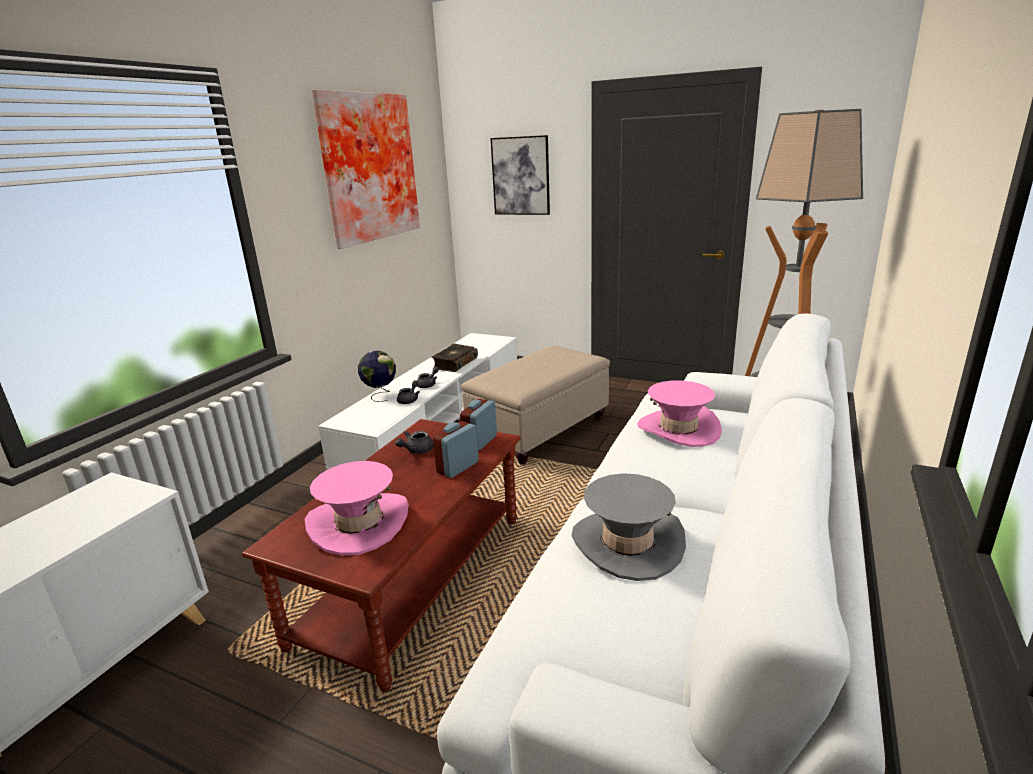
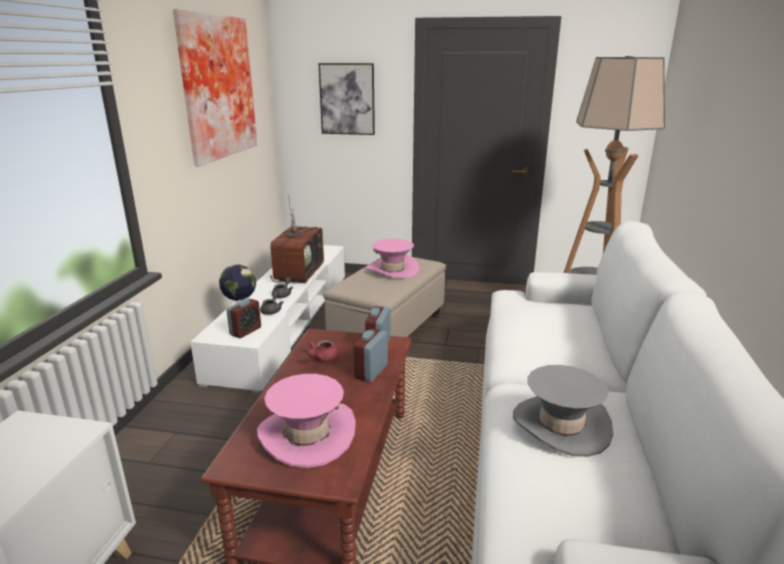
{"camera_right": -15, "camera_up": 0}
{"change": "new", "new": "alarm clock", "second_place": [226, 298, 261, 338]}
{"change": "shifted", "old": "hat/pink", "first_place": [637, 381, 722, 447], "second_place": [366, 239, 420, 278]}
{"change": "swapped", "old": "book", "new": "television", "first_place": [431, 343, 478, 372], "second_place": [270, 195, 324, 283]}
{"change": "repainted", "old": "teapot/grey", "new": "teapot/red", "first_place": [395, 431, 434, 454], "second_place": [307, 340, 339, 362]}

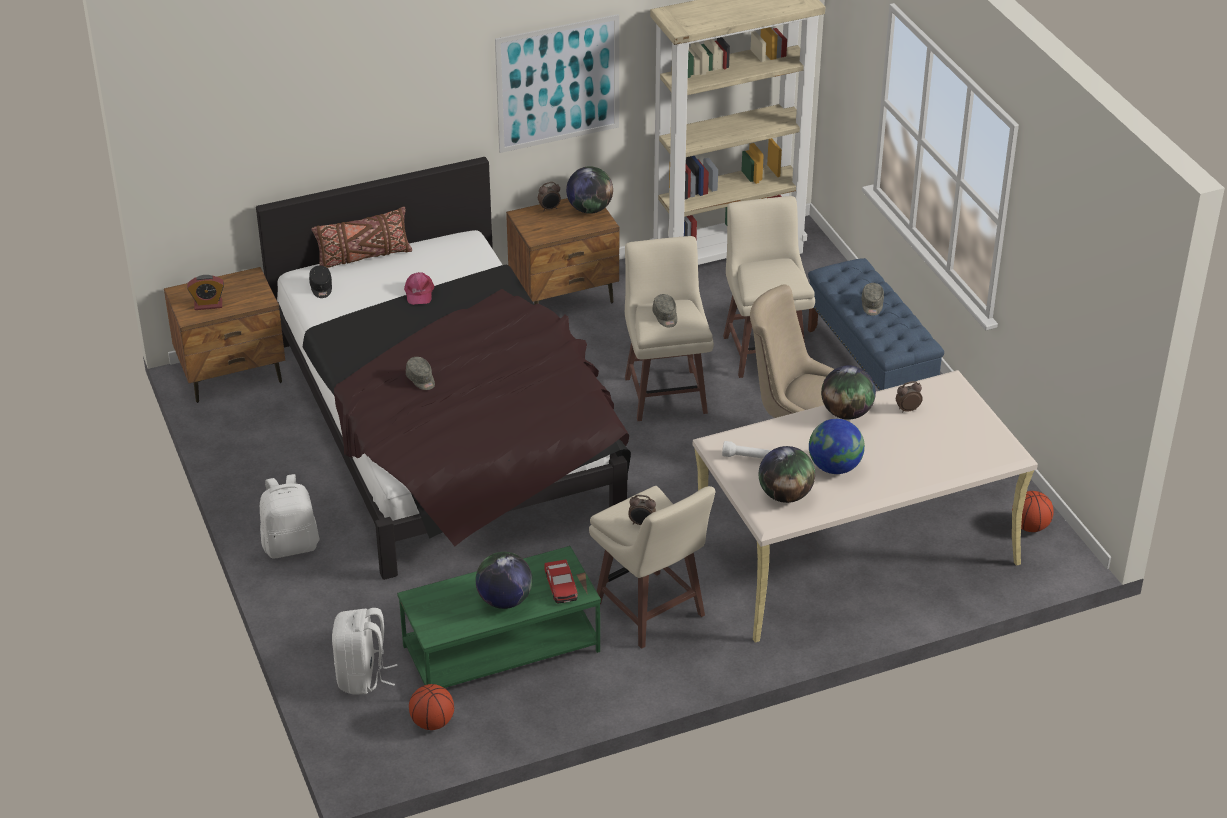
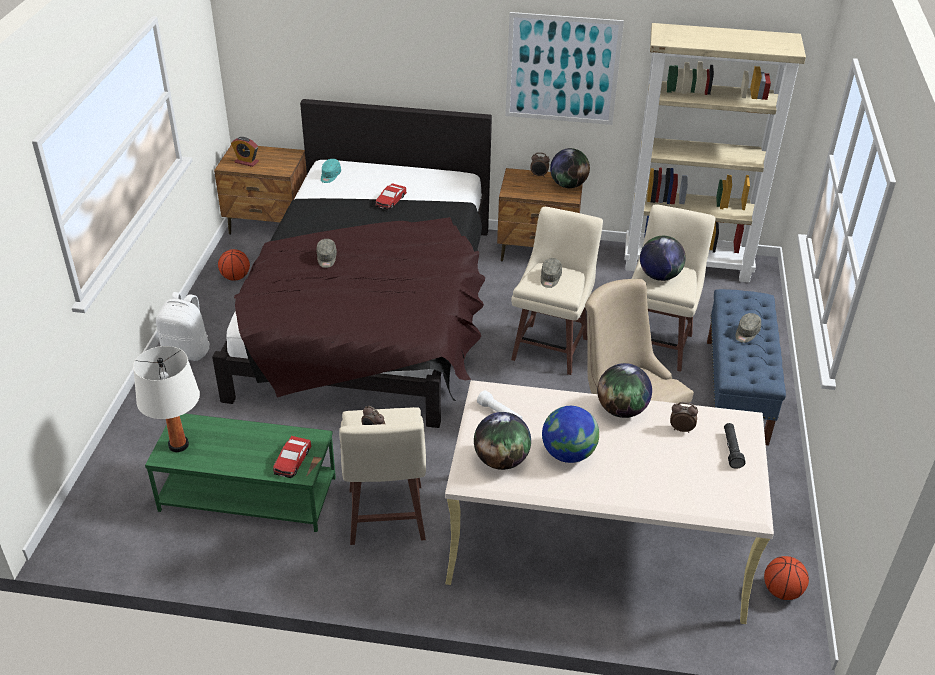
{"camera_right": 30, "camera_up": 0}
{"change": "gone", "old": "pillow/brown", "first_place": [311, 207, 412, 268]}
{"change": "gone", "old": "backpack/white", "first_place": [332, 608, 397, 695]}
{"change": "new", "new": "table lamp/white", "second_place": [133, 346, 200, 452]}
{"change": "new", "new": "flashlight/black", "second_place": [724, 423, 746, 469]}
{"change": "shifted", "old": "basketball", "first_place": [409, 684, 454, 730], "second_place": [218, 249, 250, 281]}
{"change": "shifted", "old": "globe", "first_place": [476, 552, 532, 609], "second_place": [640, 236, 686, 281]}
{"change": "swapped", "old": "cap/pink", "new": "toy car", "first_place": [404, 272, 435, 305], "second_place": [376, 183, 407, 210]}
{"change": "repainted", "old": "cap/black", "new": "cap/turquoise", "first_place": [309, 266, 332, 298], "second_place": [321, 159, 341, 183]}

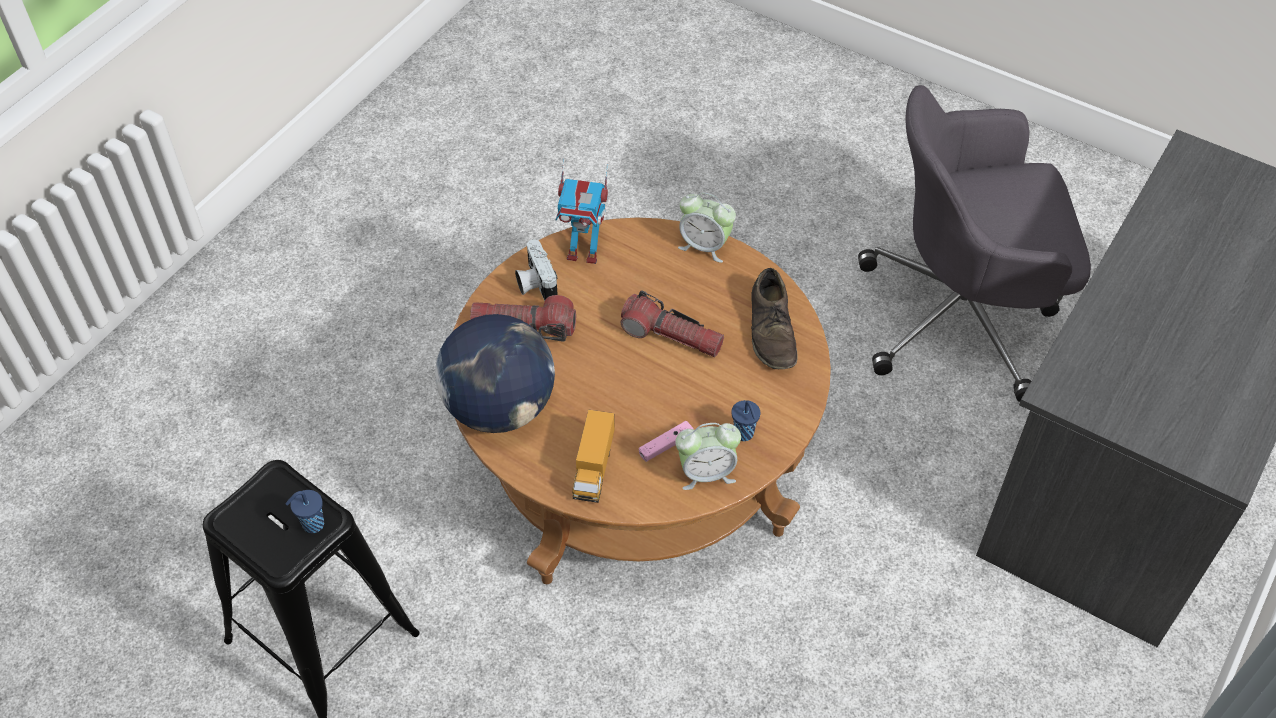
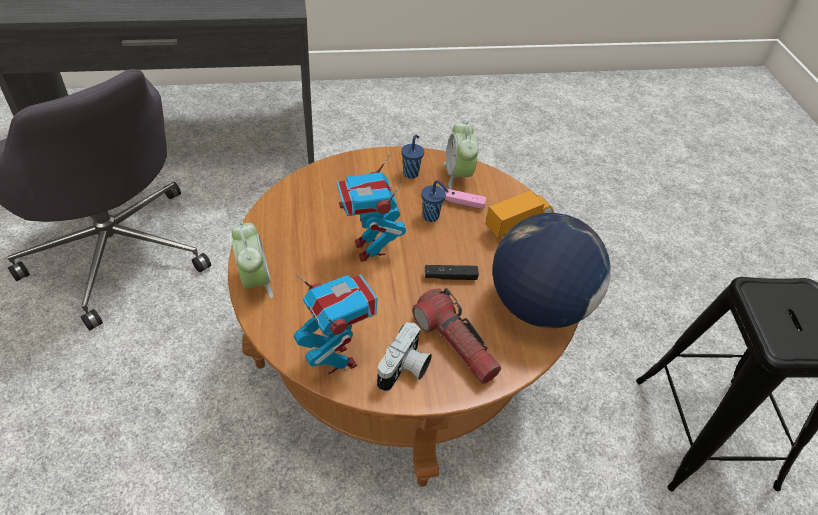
{"camera_right": -135, "camera_up": -5}
{"change": "gone", "old": "shoe/brown", "first_place": [751, 268, 798, 369]}
{"change": "new", "new": "game controller/black", "second_place": [425, 265, 479, 280]}
{"change": "shifted", "old": "cup/blue", "first_place": [286, 490, 324, 533], "second_place": [421, 180, 448, 222]}
{"change": "swapped", "old": "flashlight", "new": "toy robot", "first_place": [620, 291, 724, 357], "second_place": [336, 153, 406, 262]}
{"change": "rotated", "old": "alarm clock", "first_place": [675, 423, 741, 490], "second_place": [444, 121, 478, 189], "degrees": -135}

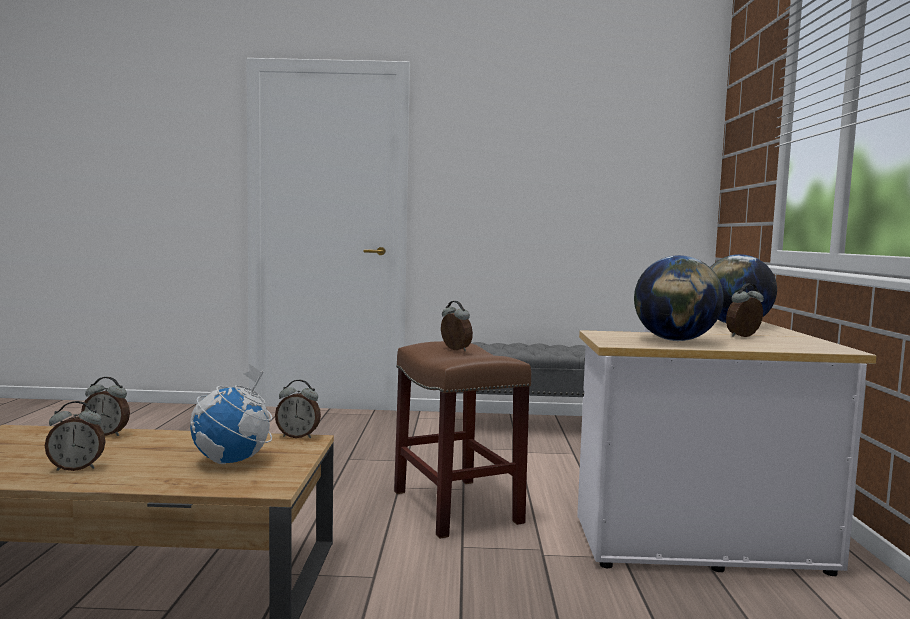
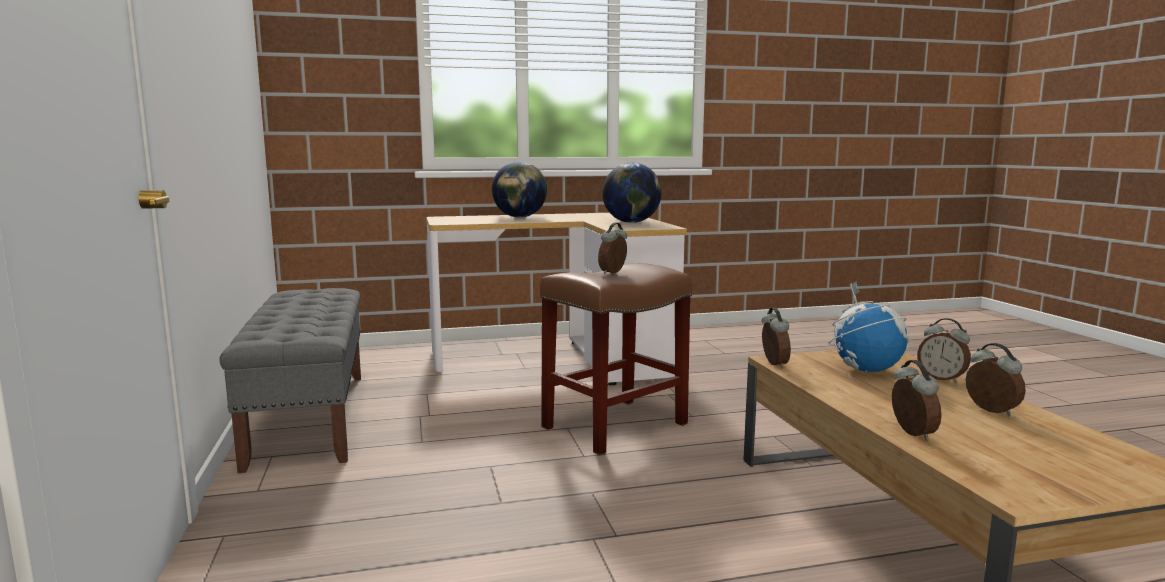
{"camera_right": -105, "camera_up": 5}
{"change": "shifted", "old": "alarm clock", "first_place": [726, 283, 764, 337], "second_place": [917, 318, 971, 383]}

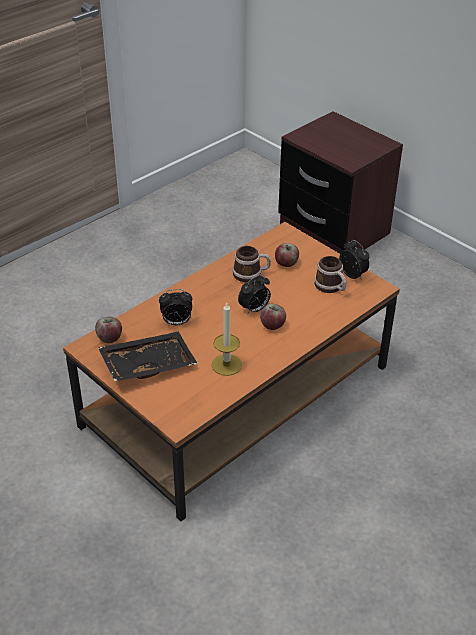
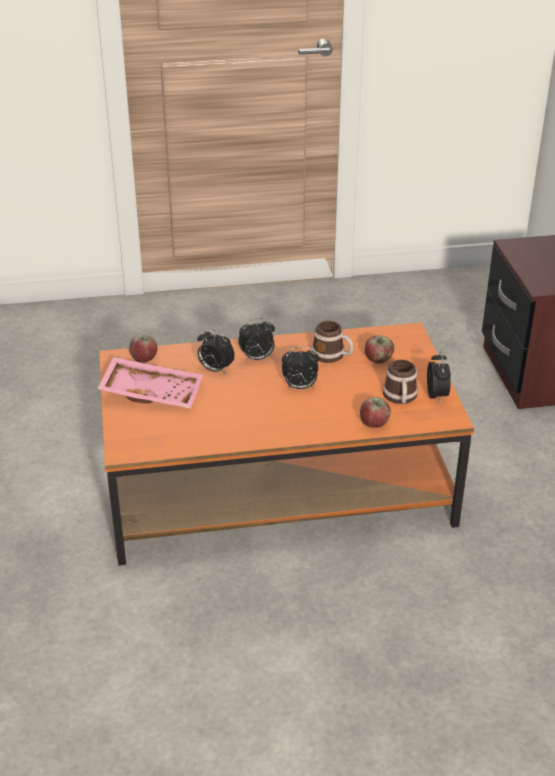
{"camera_right": 35, "camera_up": -5}
{"change": "gone", "old": "candle", "first_place": [212, 303, 242, 376]}
{"change": "new", "new": "alarm clock", "second_place": [239, 318, 275, 360]}
{"change": "shifted", "old": "apple", "first_place": [260, 304, 286, 330], "second_place": [360, 397, 391, 428]}
{"change": "repainted", "old": "tray/black", "new": "tray/pink", "first_place": [98, 331, 198, 381], "second_place": [97, 357, 203, 409]}

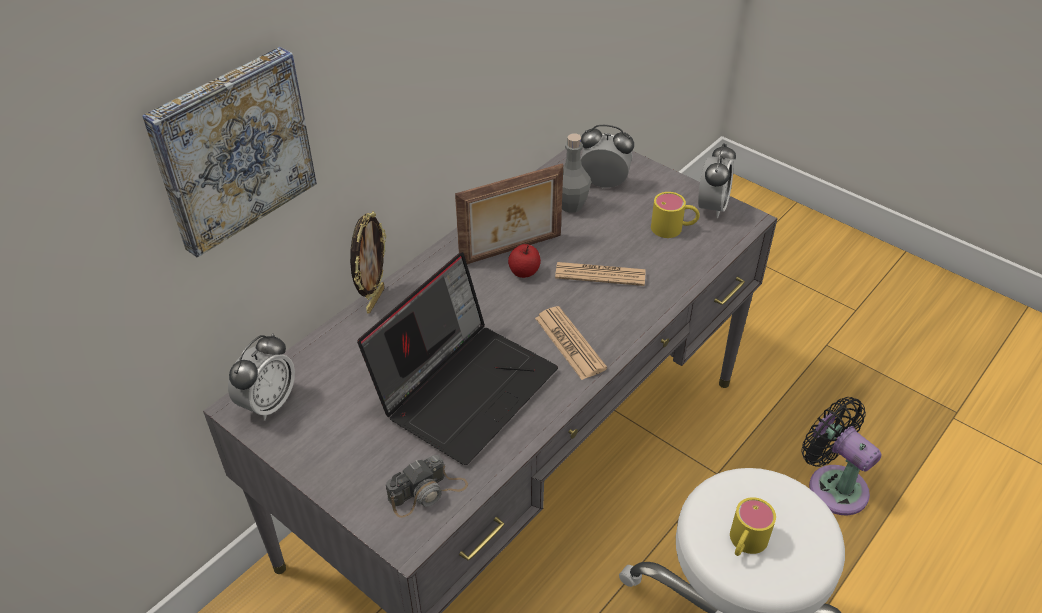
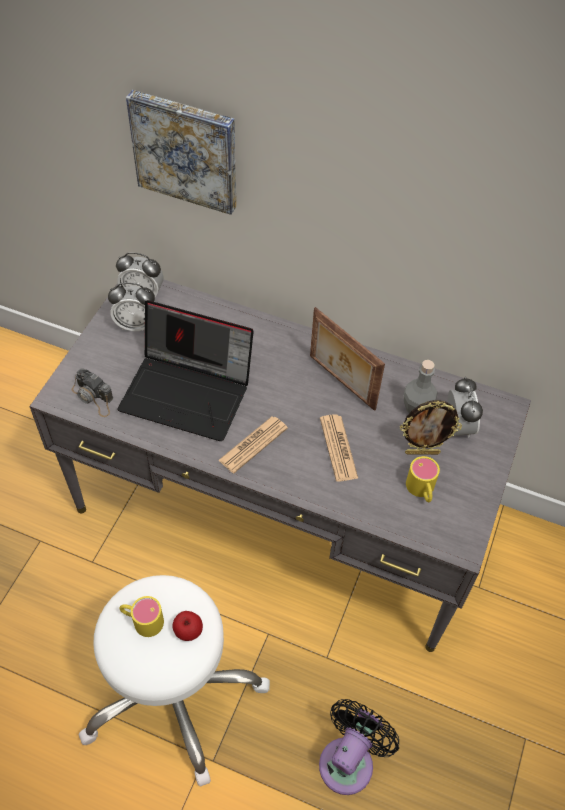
{"camera_right": 70, "camera_up": 10}
{"change": "shifted", "old": "picture frame", "first_place": [350, 211, 386, 313], "second_place": [400, 400, 462, 455]}
{"change": "shifted", "old": "apple", "first_place": [508, 244, 541, 278], "second_place": [172, 611, 203, 641]}
{"change": "shifted", "old": "alarm clock", "first_place": [698, 143, 736, 218], "second_place": [108, 283, 156, 331]}

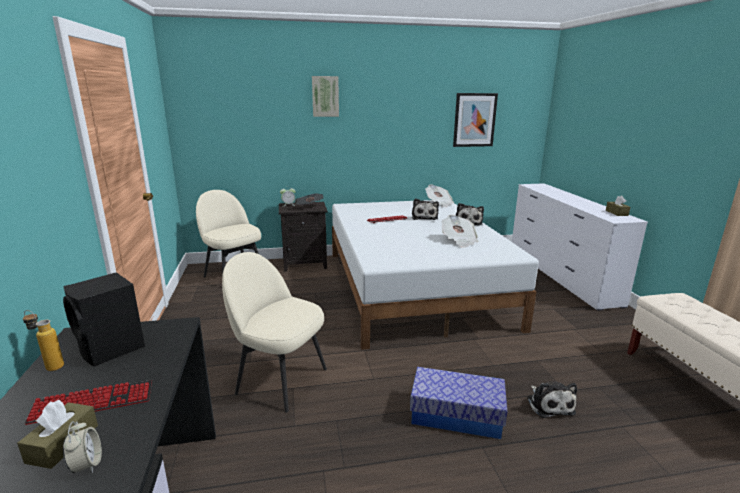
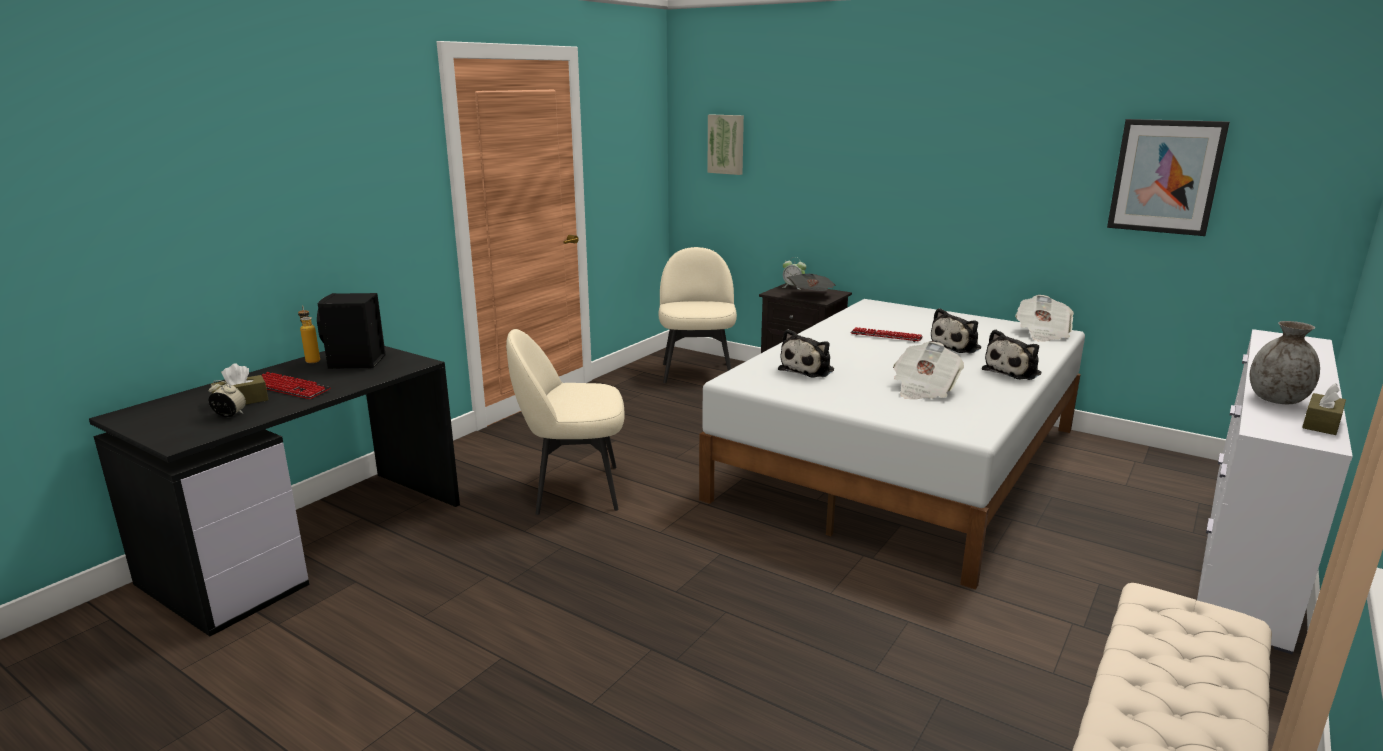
{"camera_right": 45, "camera_up": 0}
{"change": "gone", "old": "storage box", "first_place": [410, 367, 507, 439]}
{"change": "new", "new": "vase/grey", "second_place": [1250, 321, 1320, 404]}
{"change": "shifted", "old": "picture", "first_place": [312, 76, 339, 117], "second_place": [707, 115, 744, 175]}
{"change": "shifted", "old": "plush toy", "first_place": [527, 382, 577, 418], "second_place": [778, 329, 834, 378]}
{"change": "rotated", "old": "alarm clock", "first_place": [63, 421, 102, 473], "second_place": [209, 380, 246, 417], "degrees": -105}
{"change": "rotated", "old": "chair/beige", "first_place": [222, 252, 327, 413], "second_place": [506, 329, 625, 515], "degrees": -75}

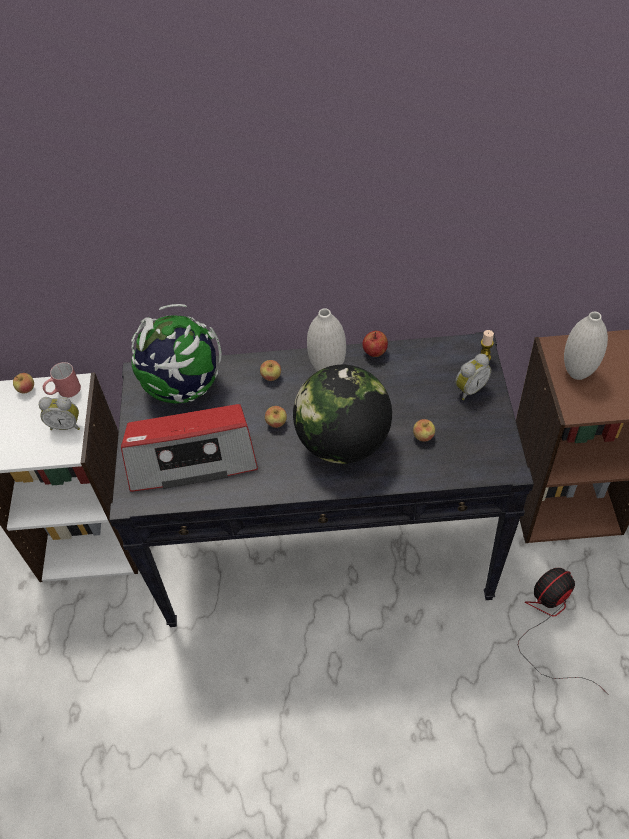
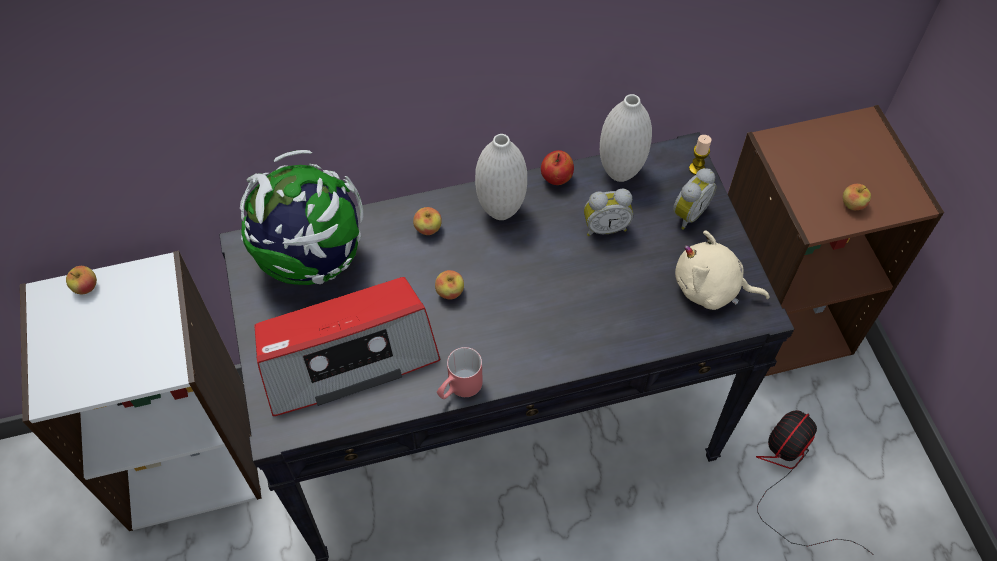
{"camera_right": -15, "camera_up": 5}
{"change": "gone", "old": "globe", "first_place": [293, 365, 392, 464]}
{"change": "new", "new": "plush toy/beige", "second_place": [675, 230, 770, 310]}
{"change": "shifted", "old": "alarm clock", "first_place": [39, 397, 80, 430], "second_place": [584, 189, 633, 236]}
{"change": "shifted", "old": "mug/red", "first_place": [43, 362, 81, 398], "second_place": [437, 347, 483, 399]}
{"change": "shifted", "old": "apple", "first_place": [413, 419, 435, 441], "second_place": [843, 184, 871, 210]}
{"change": "shifted", "old": "vase/white", "first_place": [564, 312, 608, 380], "second_place": [600, 94, 652, 182]}

